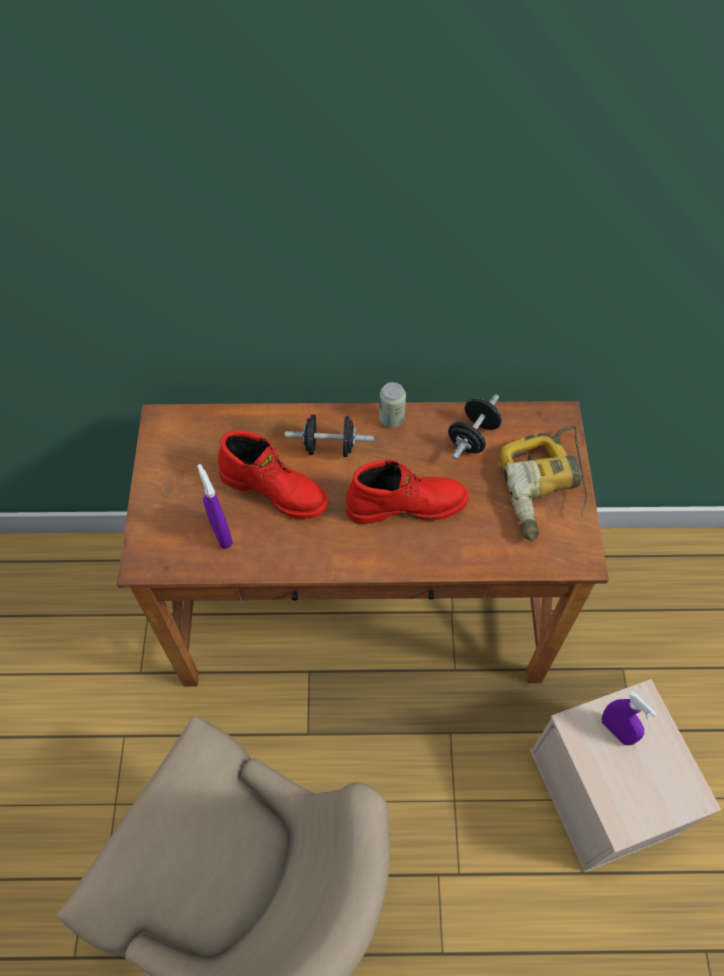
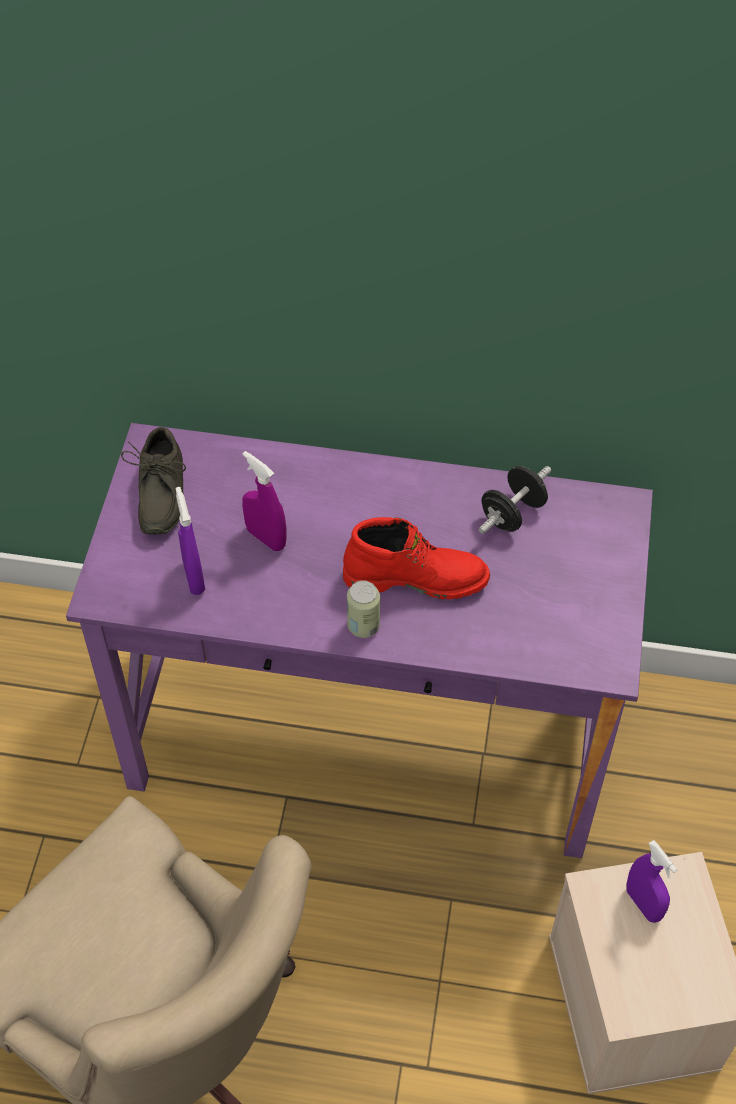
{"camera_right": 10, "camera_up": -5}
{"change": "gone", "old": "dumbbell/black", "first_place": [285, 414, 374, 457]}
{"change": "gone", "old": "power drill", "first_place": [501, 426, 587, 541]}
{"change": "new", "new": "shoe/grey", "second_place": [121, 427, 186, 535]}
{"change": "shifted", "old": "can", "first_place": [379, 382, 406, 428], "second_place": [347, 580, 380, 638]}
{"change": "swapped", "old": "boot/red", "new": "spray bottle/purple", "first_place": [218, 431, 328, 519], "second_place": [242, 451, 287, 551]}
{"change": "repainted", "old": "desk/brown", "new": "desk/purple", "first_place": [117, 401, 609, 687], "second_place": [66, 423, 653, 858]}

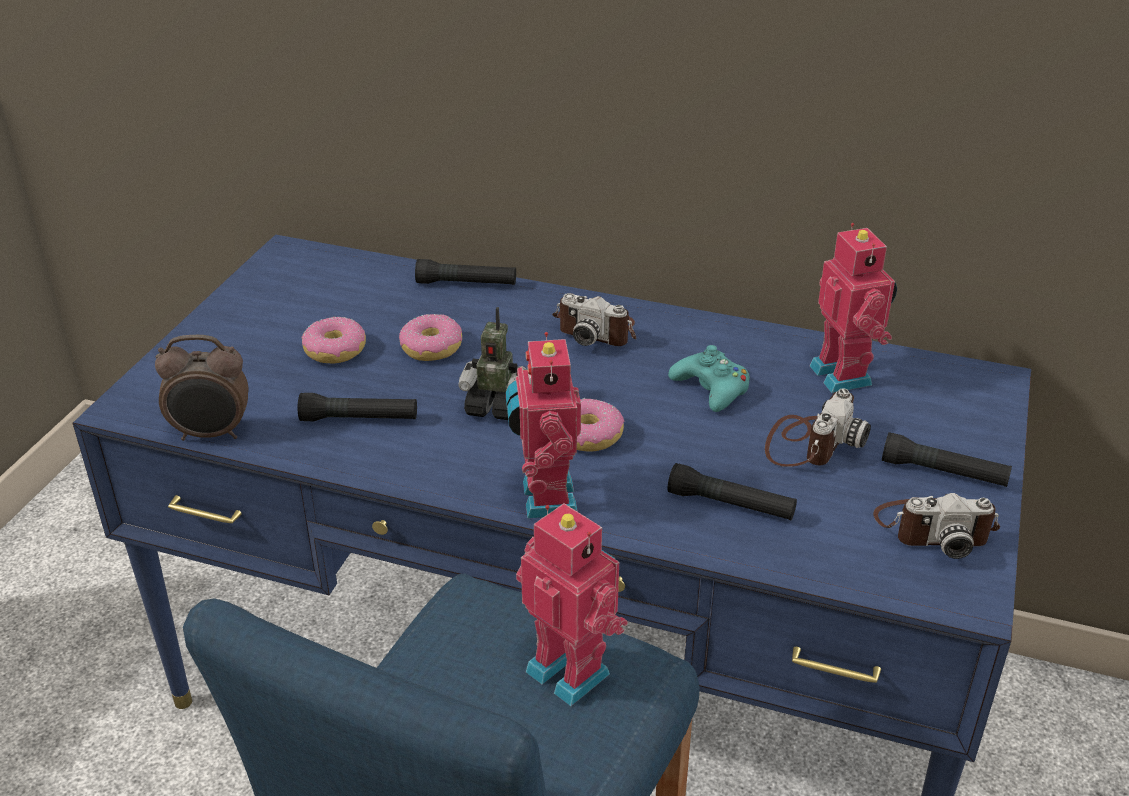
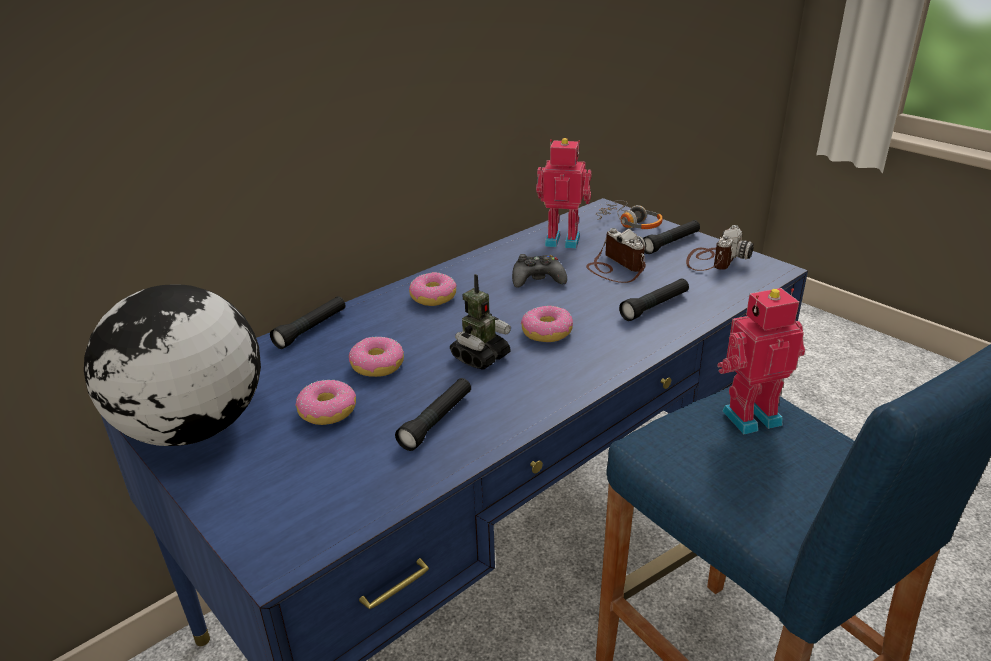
{"camera_right": -60, "camera_up": -5}
{"change": "gone", "old": "alarm clock", "first_place": [155, 335, 248, 441]}
{"change": "gone", "old": "toy robot", "first_place": [506, 332, 581, 519]}
{"change": "new", "new": "globe", "second_place": [84, 284, 261, 446]}
{"change": "new", "new": "headphones", "second_place": [596, 200, 663, 229]}
{"change": "swapped", "old": "photo camera", "new": "donut", "first_place": [552, 293, 636, 346], "second_place": [409, 272, 457, 306]}
{"change": "repainted", "old": "game controller/turquoise", "new": "game controller/black", "first_place": [668, 345, 750, 412], "second_place": [512, 254, 567, 288]}

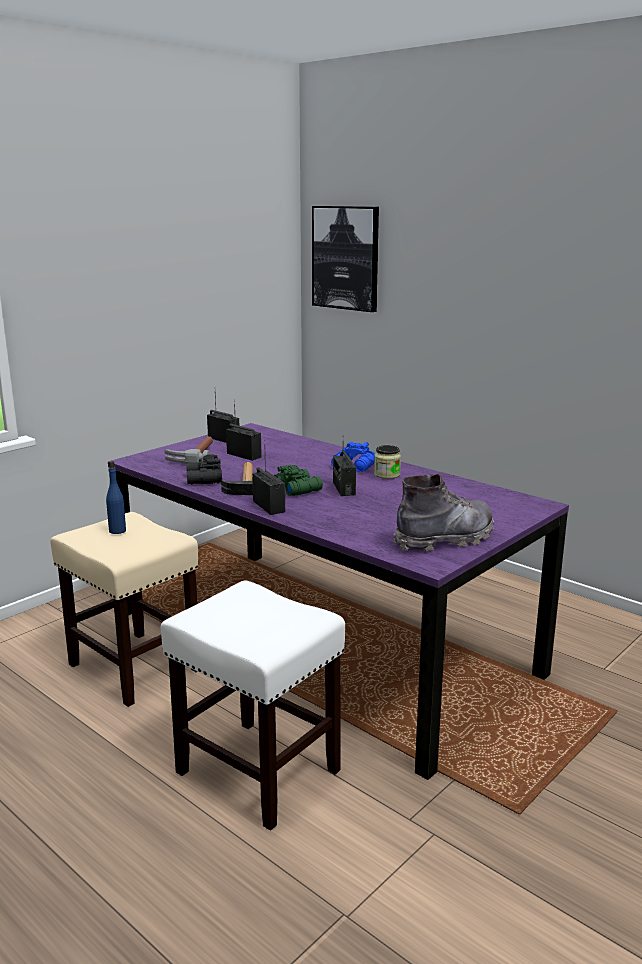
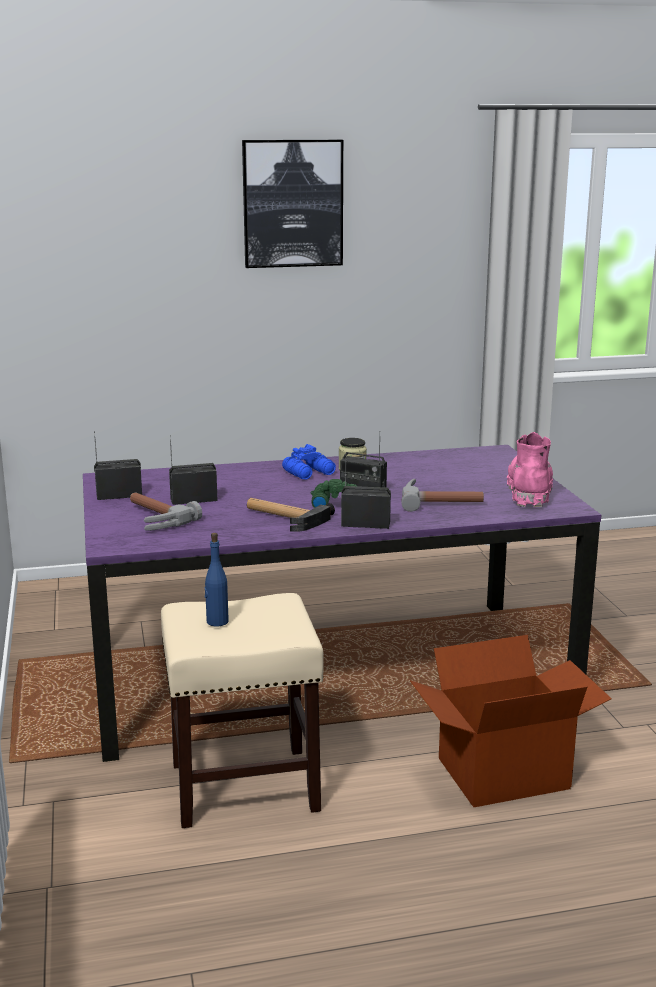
{"camera_right": -55, "camera_up": 0}
{"change": "gone", "old": "binoculars/black", "first_place": [186, 454, 222, 485]}
{"change": "new", "new": "hammer", "second_place": [401, 479, 484, 512]}
{"change": "shifted", "old": "picture", "first_place": [312, 206, 379, 312], "second_place": [242, 140, 343, 268]}
{"change": "swapped", "old": "stool/white", "new": "cardboard box", "first_place": [161, 580, 345, 831], "second_place": [410, 635, 612, 807]}
{"change": "repainted", "old": "boot/grey", "new": "boot/pink", "first_place": [393, 474, 494, 552], "second_place": [507, 432, 553, 507]}

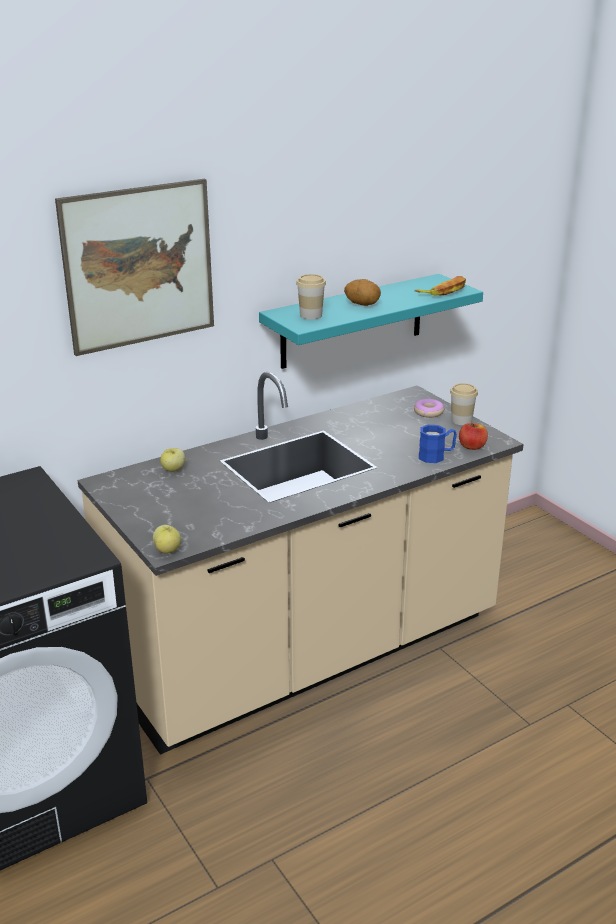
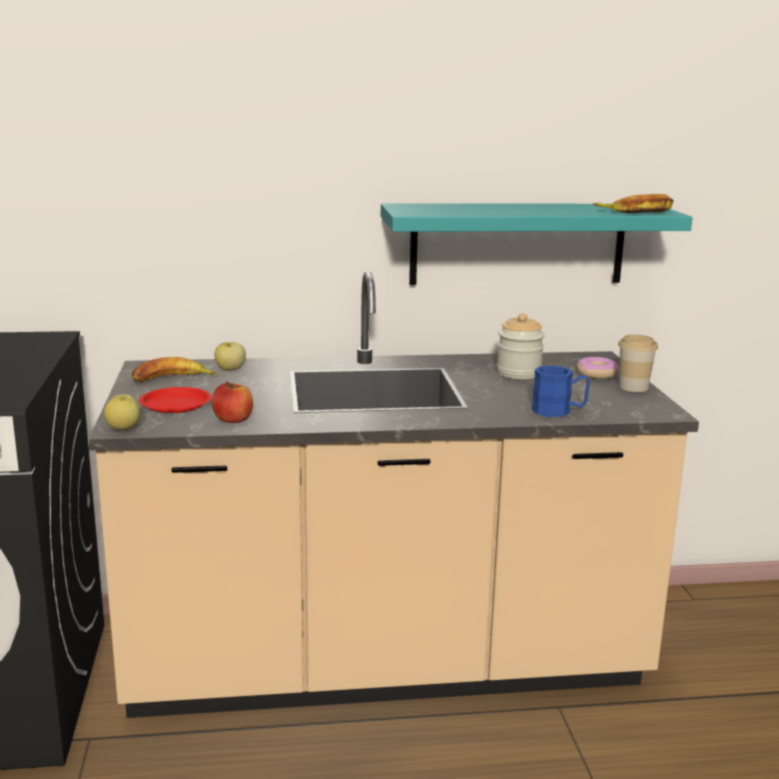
{"camera_right": 25, "camera_up": -10}
{"change": "gone", "old": "picture", "first_place": [55, 179, 214, 356]}
{"change": "gone", "old": "cup", "first_place": [296, 274, 326, 320]}
{"change": "gone", "old": "potato", "first_place": [344, 279, 381, 306]}
{"change": "new", "new": "banana", "second_place": [132, 357, 218, 382]}
{"change": "new", "new": "plate/red", "second_place": [139, 387, 212, 413]}
{"change": "new", "new": "jar", "second_place": [497, 313, 545, 379]}
{"change": "shifted", "old": "apple", "first_place": [459, 423, 488, 450], "second_place": [212, 381, 253, 423]}

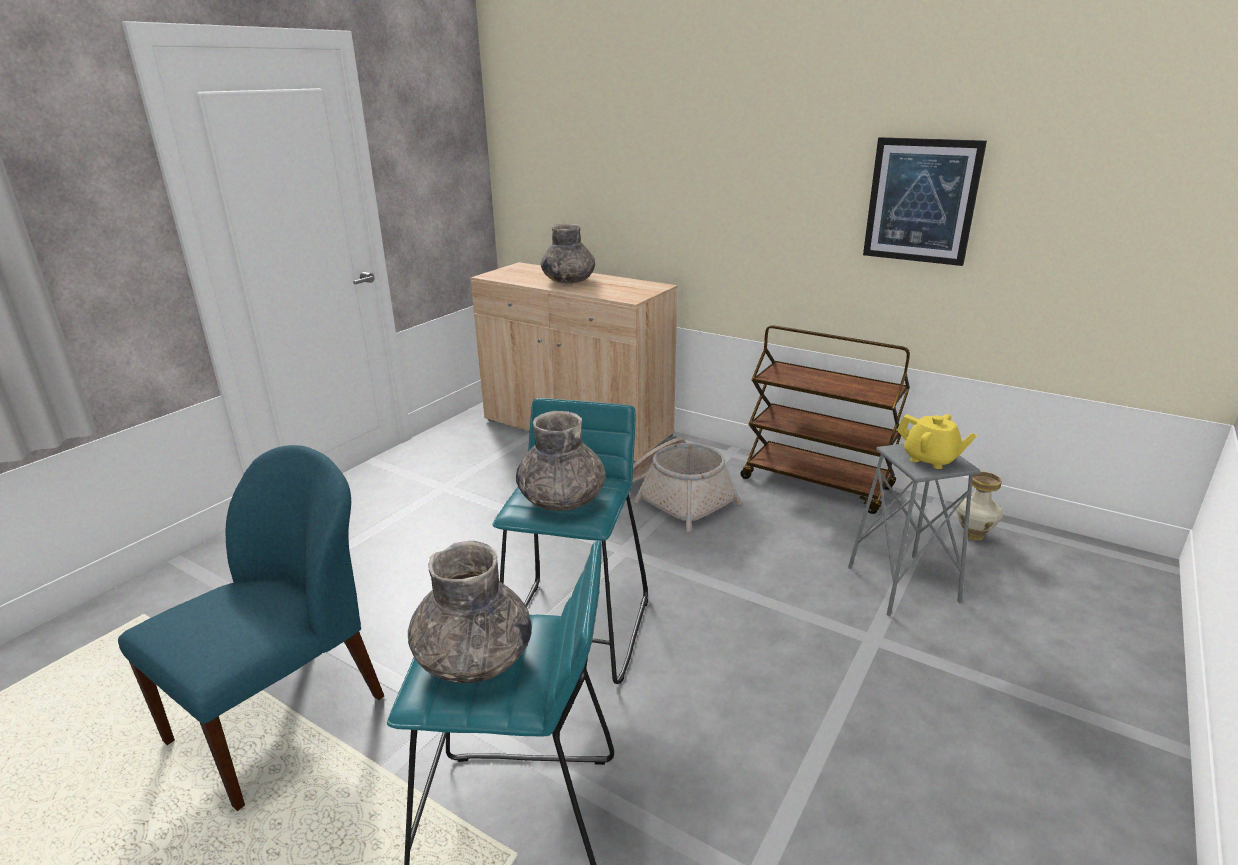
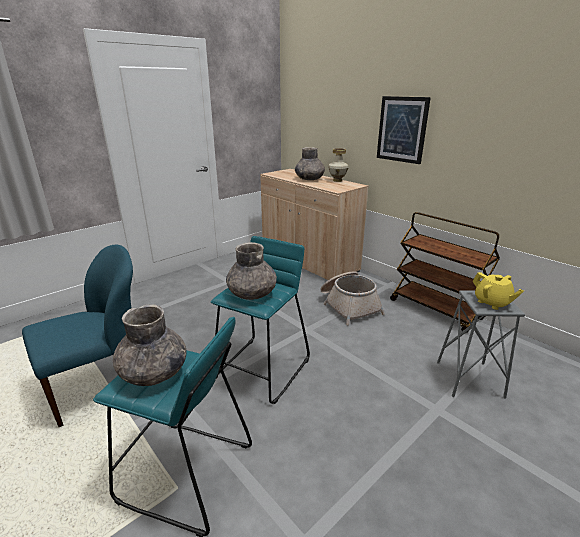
{"camera_right": 15, "camera_up": 0}
{"change": "shifted", "old": "picture", "first_place": [863, 137, 987, 266], "second_place": [377, 96, 431, 164]}
{"change": "shifted", "old": "vase", "first_place": [955, 471, 1003, 541], "second_place": [328, 148, 349, 182]}

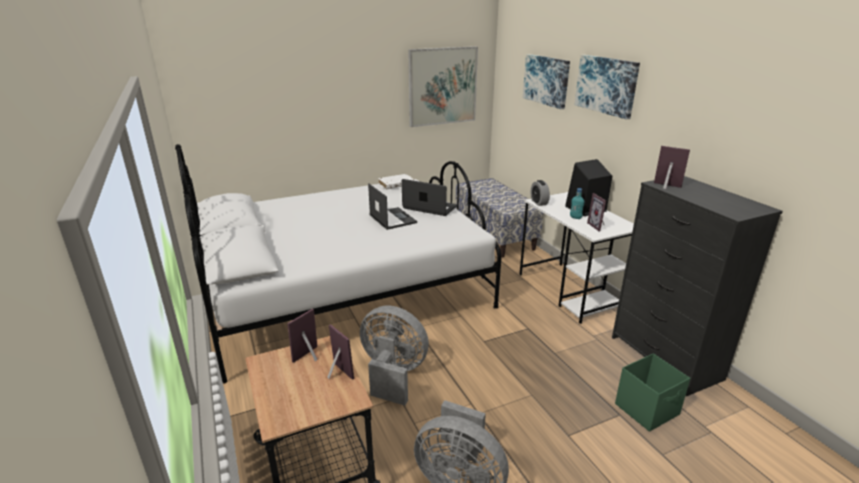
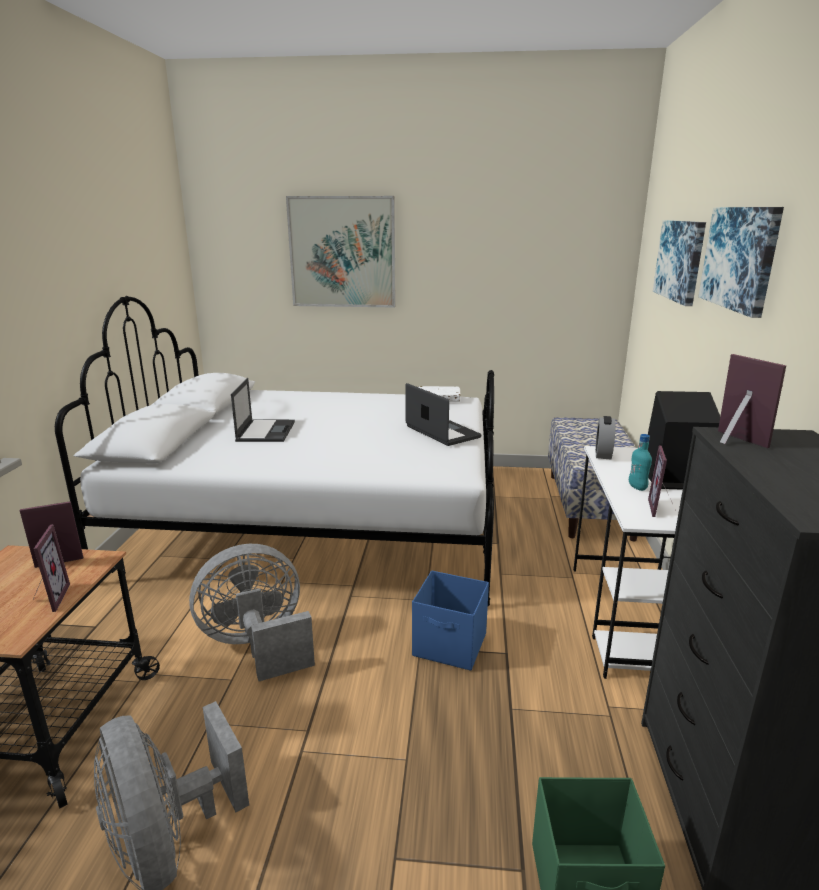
{"camera_right": 30, "camera_up": -5}
{"change": "new", "new": "storage box/blue", "second_place": [412, 571, 489, 671]}
{"change": "shifted", "old": "laptop", "first_place": [368, 183, 417, 230], "second_place": [231, 378, 295, 442]}
{"change": "shifted", "old": "picture", "first_place": [408, 46, 478, 127], "second_place": [286, 196, 396, 308]}
{"change": "rotated", "old": "fan/grey", "first_place": [360, 306, 429, 406], "second_place": [189, 544, 315, 681], "degrees": -75}

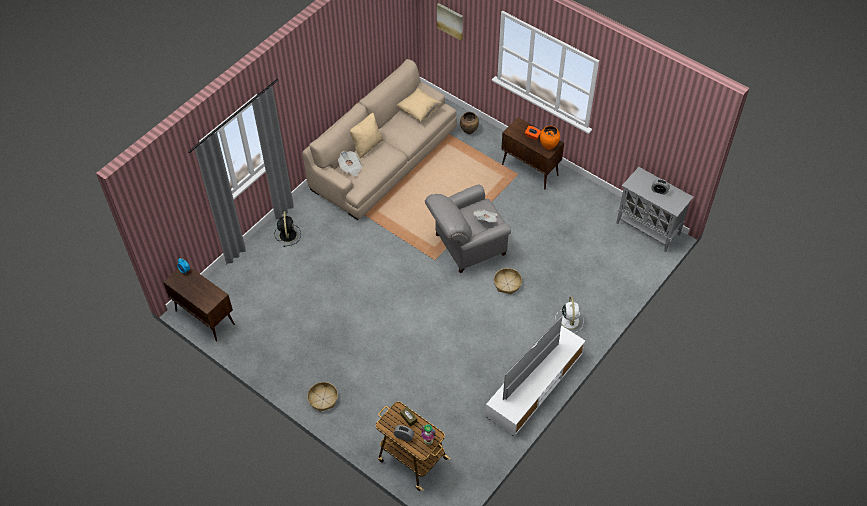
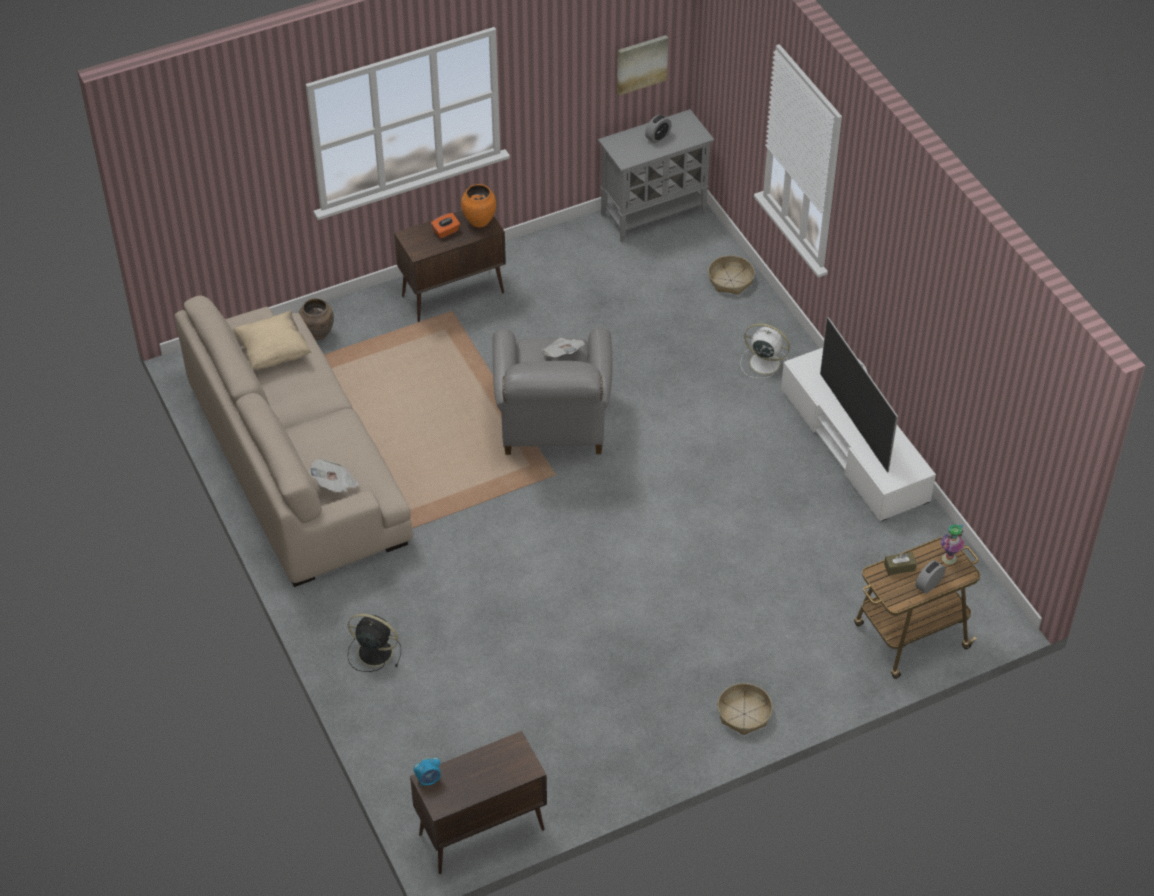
{"camera_right": -65, "camera_up": -5}
{"change": "gone", "old": "pillow/beige", "first_place": [350, 113, 383, 158]}
{"change": "shifted", "old": "picture", "first_place": [437, 3, 463, 41], "second_place": [617, 35, 668, 95]}
{"change": "shifted", "old": "basket", "first_place": [494, 268, 522, 294], "second_place": [708, 255, 755, 295]}

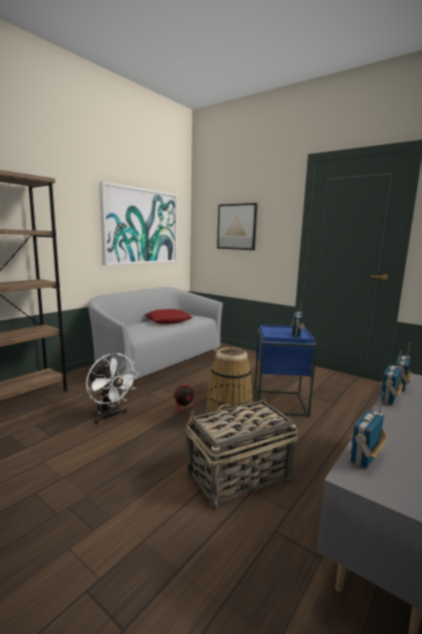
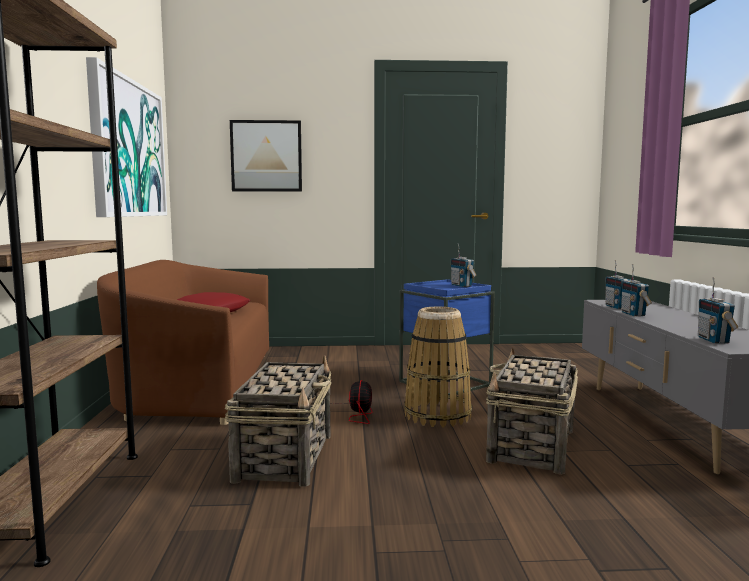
{"camera_right": -40, "camera_up": -5}
{"change": "swapped", "old": "fan/white", "new": "basket", "first_place": [86, 353, 139, 424], "second_place": [225, 356, 332, 487]}
{"change": "repainted", "old": "sofa/grey", "new": "sofa/brown", "first_place": [88, 287, 223, 381], "second_place": [97, 260, 269, 425]}

